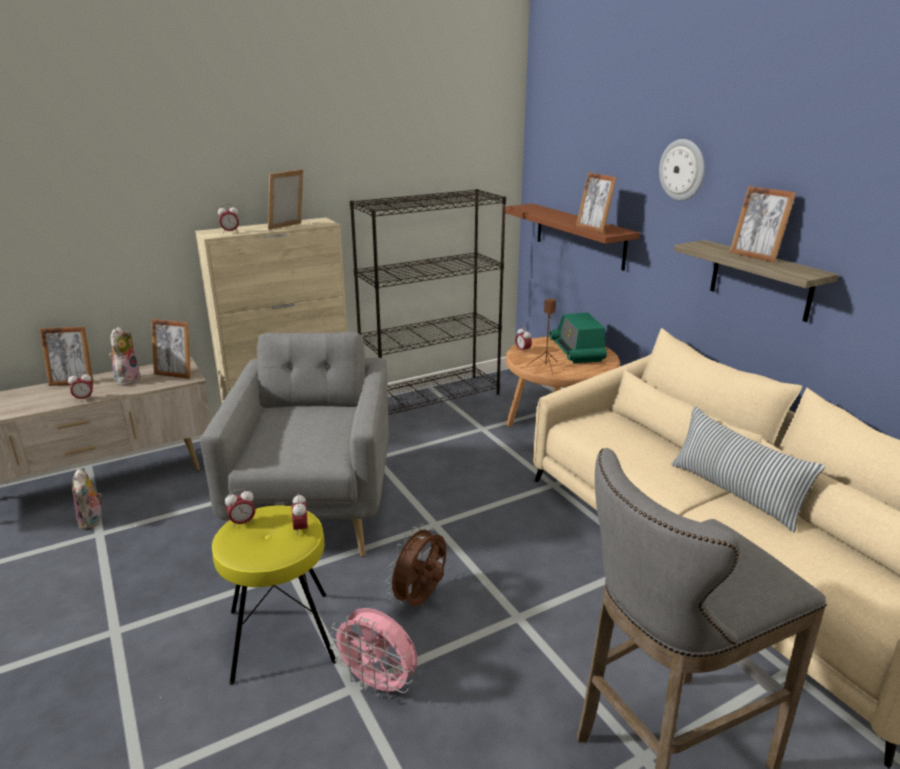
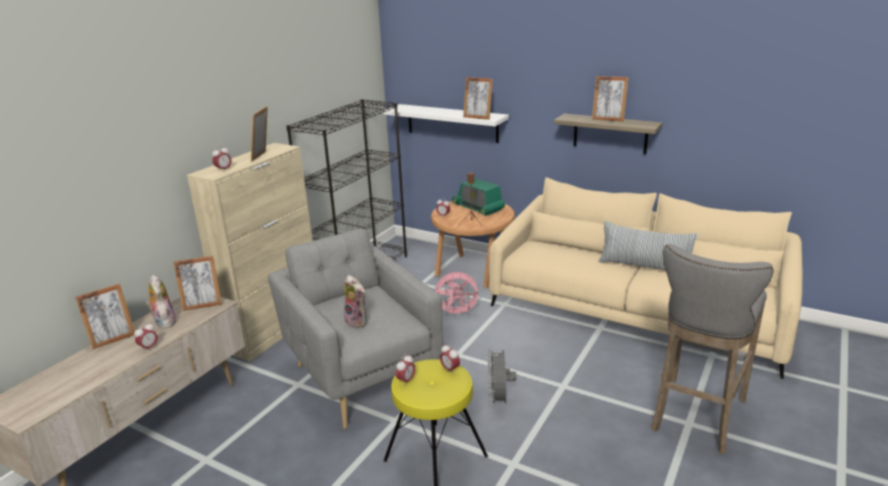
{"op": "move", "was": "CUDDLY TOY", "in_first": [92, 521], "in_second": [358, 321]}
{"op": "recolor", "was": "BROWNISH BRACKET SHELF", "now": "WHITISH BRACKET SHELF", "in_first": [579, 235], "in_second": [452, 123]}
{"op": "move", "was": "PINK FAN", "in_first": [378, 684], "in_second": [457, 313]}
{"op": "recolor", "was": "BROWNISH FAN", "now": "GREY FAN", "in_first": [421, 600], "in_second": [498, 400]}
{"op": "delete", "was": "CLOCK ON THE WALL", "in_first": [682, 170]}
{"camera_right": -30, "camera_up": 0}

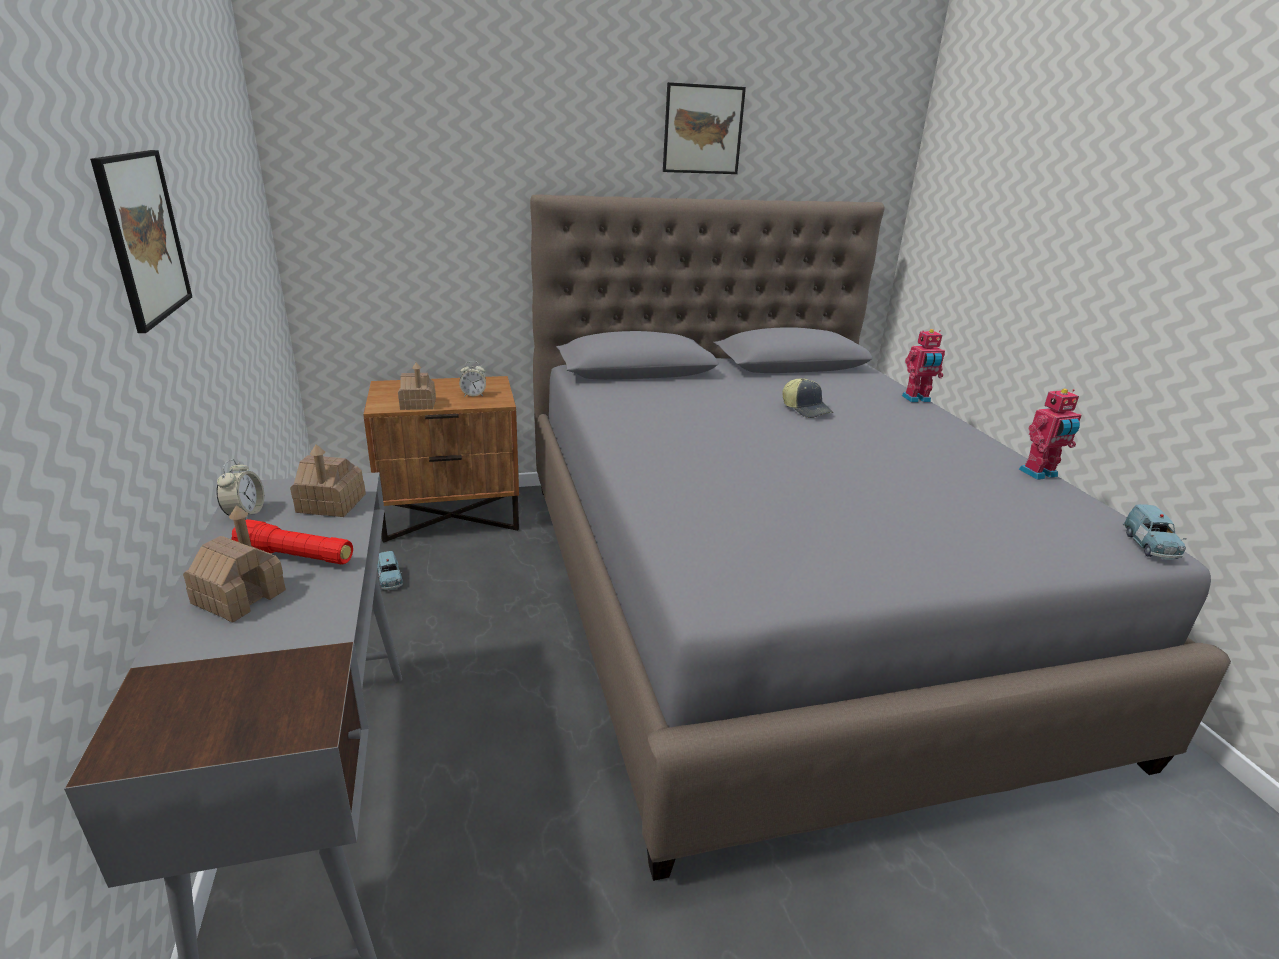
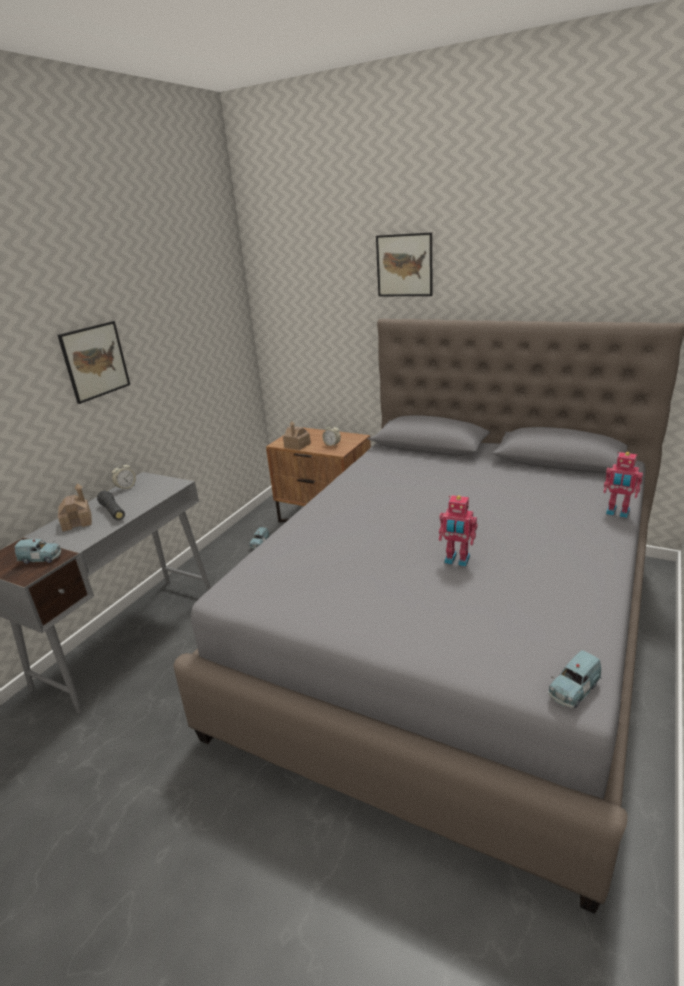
{"op": "insert", "now": "BLUE-COLOURED MINIATURE CAR", "in_second": [41, 558]}
{"op": "recolor", "was": "RED FLASHLIGHT", "now": "BLACK-COLOURED FLASHLIGHT", "in_first": [296, 557], "in_second": [113, 512]}
{"op": "move", "was": "WALL PICTURE", "in_first": [703, 129], "in_second": [404, 265]}
{"op": "move", "was": "ROBOT FIGURE", "in_first": [1040, 474], "in_second": [456, 560]}
{"op": "delete", "was": "MINIATURE HOUSE", "in_first": [331, 503]}
{"op": "delete", "was": "BASEBALL CAP", "in_first": [806, 409]}
{"camera_right": 45, "camera_up": 0}

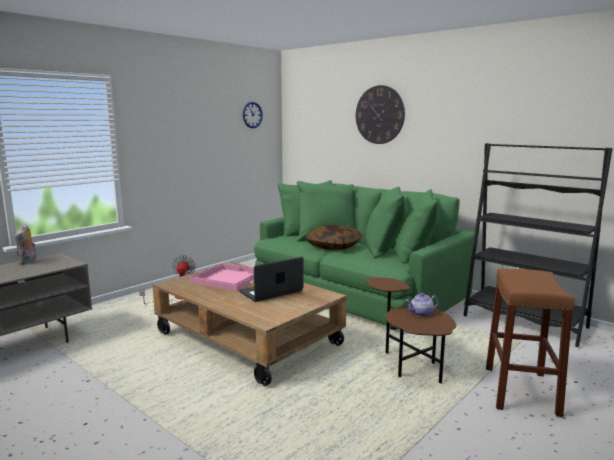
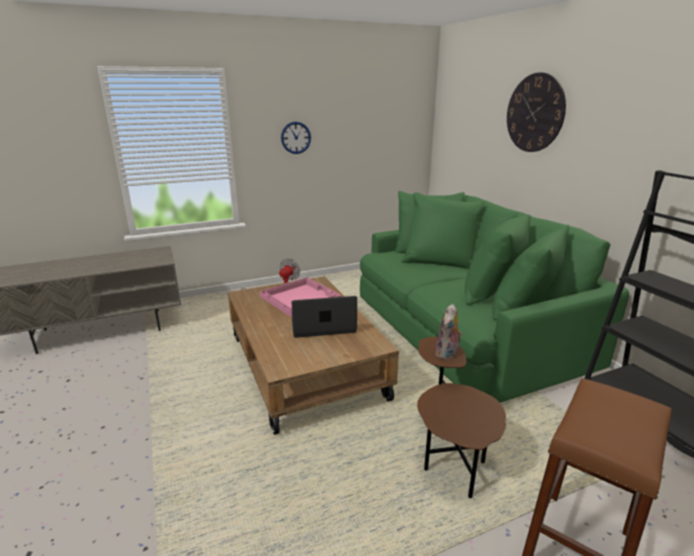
{"op": "move", "was": "CLOCK ON THE WALL", "in_first": [252, 115], "in_second": [296, 137]}
{"op": "move", "was": "CUDDLY TOY", "in_first": [28, 262], "in_second": [447, 354]}
{"op": "delete", "was": "THROW PILLOW", "in_first": [334, 246]}
{"op": "delete", "was": "TEA POT", "in_first": [421, 313]}
{"camera_right": 25, "camera_up": 10}

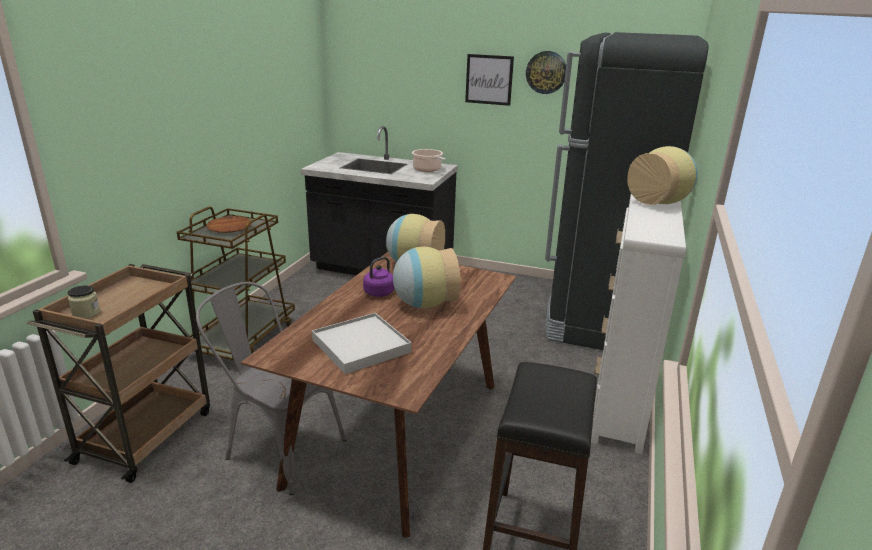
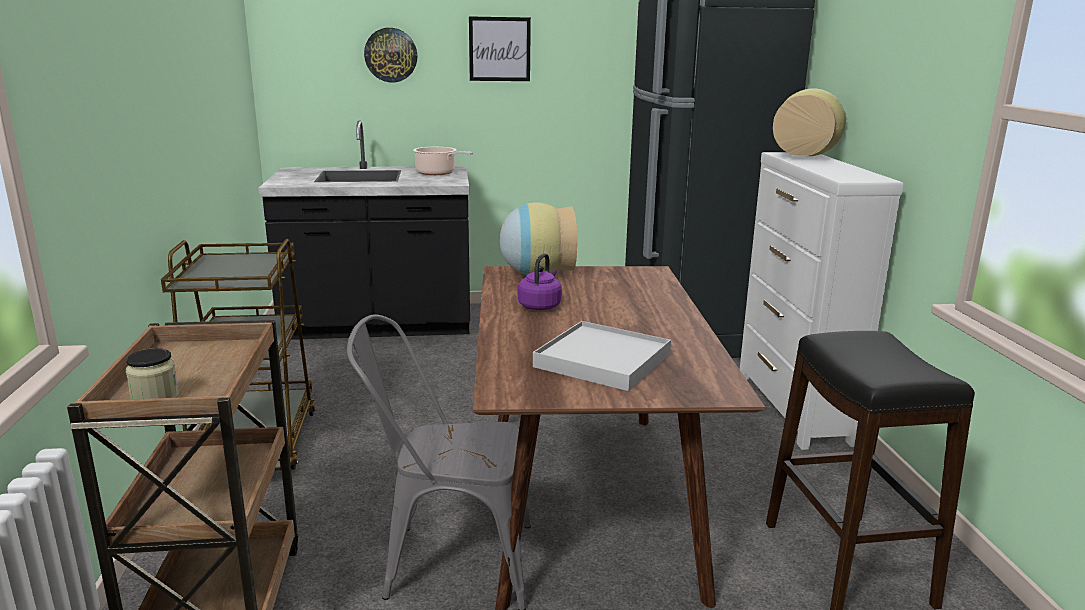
{"op": "move", "was": "CLOCK ON THE WALL", "in_first": [546, 72], "in_second": [391, 55]}
{"op": "delete", "was": "BROWNISH DINNER PLATE", "in_first": [229, 228]}
{"op": "delete", "was": "DECORATIVE VASE", "in_first": [424, 304]}
{"camera_right": -25, "camera_up": -5}

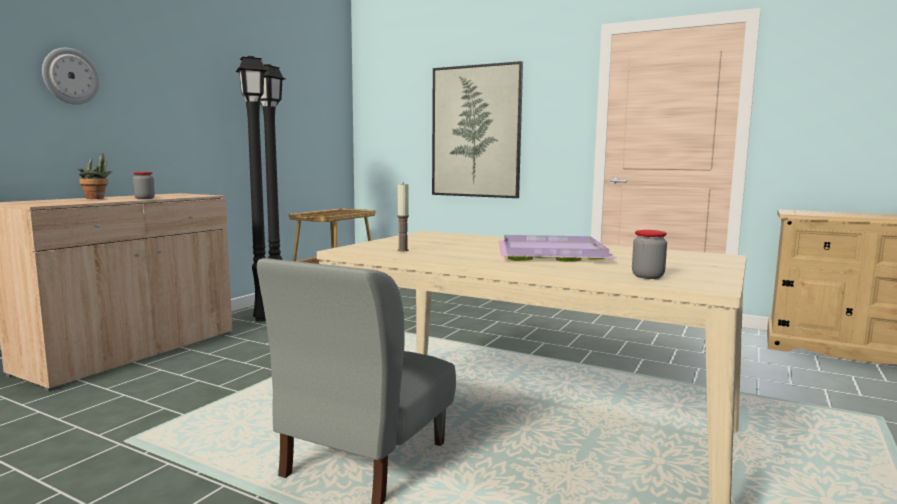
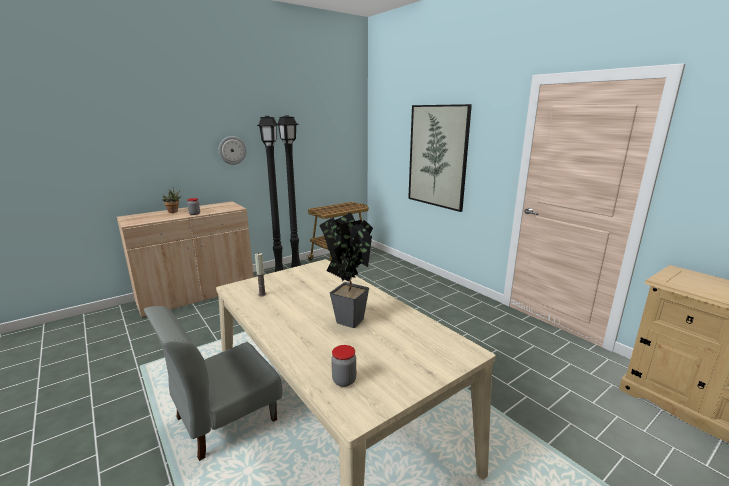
{"op": "move", "was": "CLOCK ON THE WALL", "in_first": [70, 76], "in_second": [232, 150]}
{"op": "replace", "was": "PURPLE CARRYING TRAY", "now": "POTTED PLANT", "in_first": [553, 253], "in_second": [347, 318]}
{"camera_right": 25, "camera_up": 10}

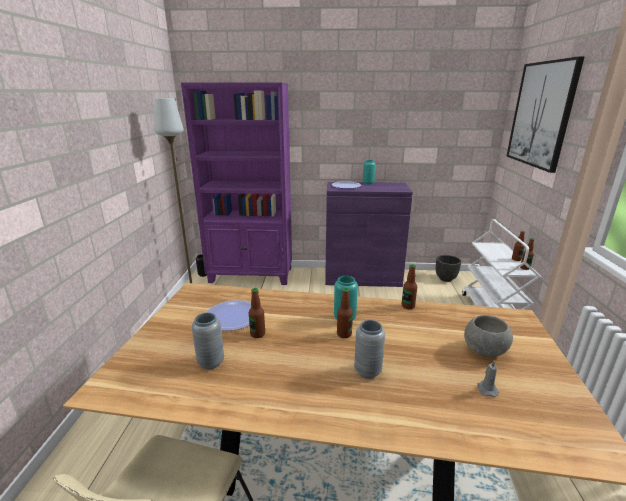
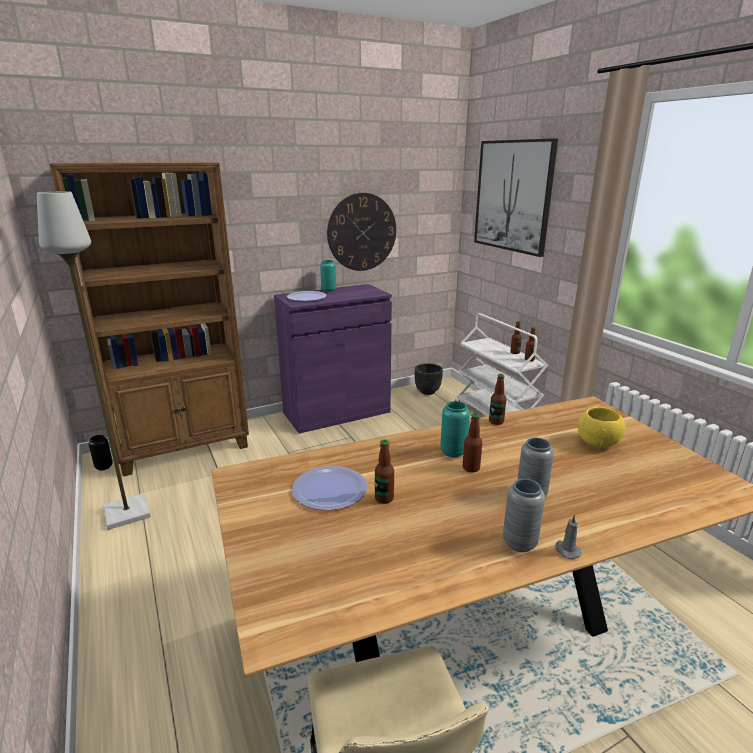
{"op": "recolor", "was": "PURPLE SHELVING UNIT", "now": "BROWNISH SHELVING UNIT", "in_first": [251, 275], "in_second": [185, 448]}
{"op": "insert", "now": "CLOCK ON THE WALL", "in_second": [362, 232]}
{"op": "move", "was": "GREY DECORATIVE VASE", "in_first": [211, 362], "in_second": [519, 543]}
{"op": "move", "was": "GREY WAX LIGHT", "in_first": [486, 389], "in_second": [566, 550]}
{"op": "recolor", "was": "GREY BOWL", "now": "YELLOWISH BOWL", "in_first": [485, 351], "in_second": [598, 443]}
{"camera_right": -30, "camera_up": 0}

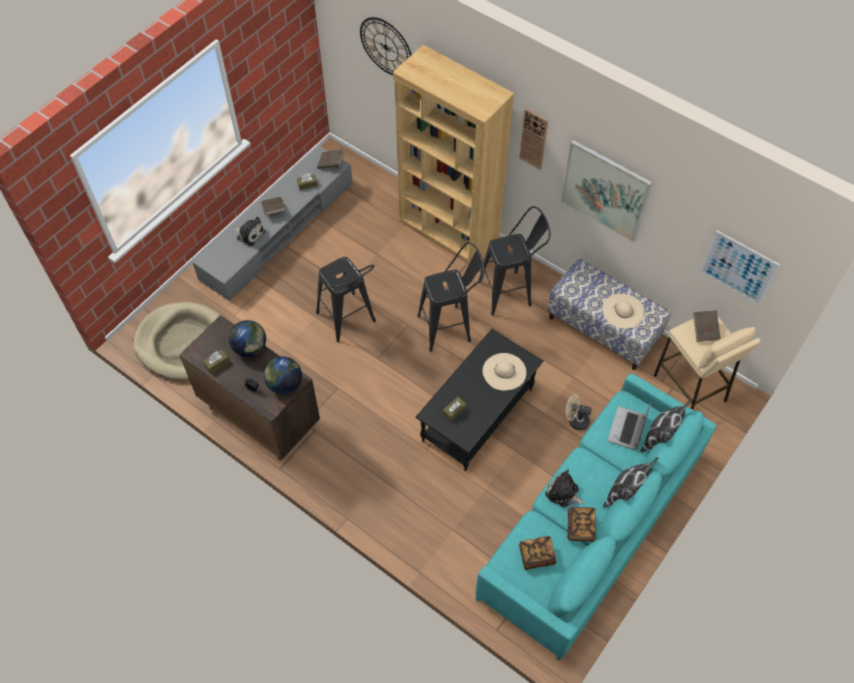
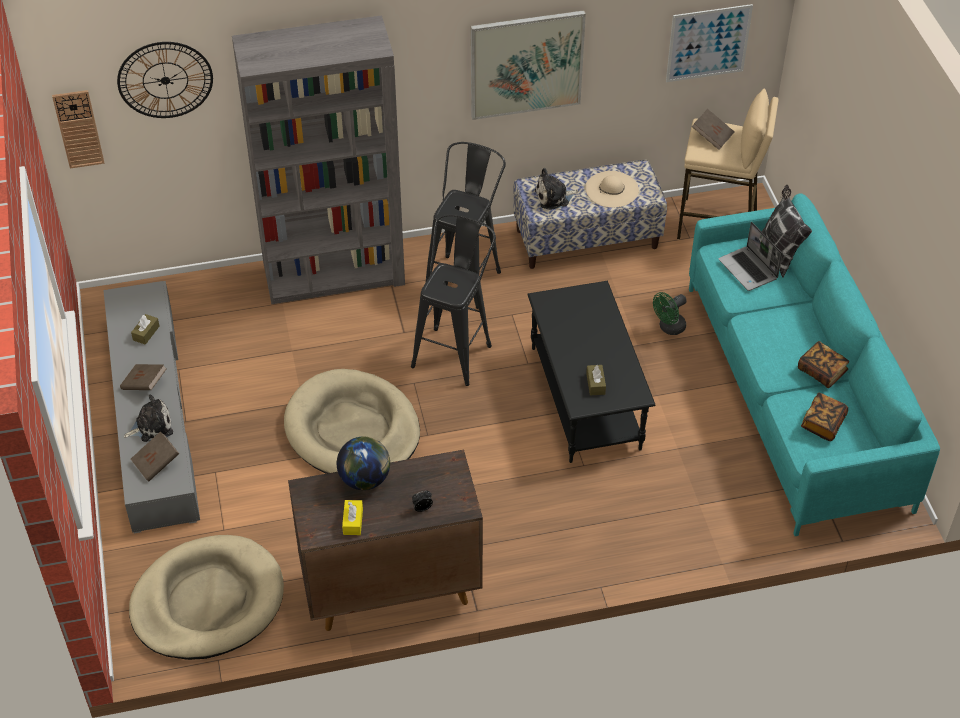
{"op": "move", "was": "CLOCK ON THE WALL", "in_first": [534, 139], "in_second": [78, 129]}
{"op": "move", "was": "BROWNISH BOOK", "in_first": [331, 164], "in_second": [156, 463]}
{"op": "recolor", "was": "BROWNISH SHELVING UNIT", "now": "GREY SHELVING UNIT", "in_first": [448, 232], "in_second": [334, 274]}
{"op": "replace", "was": "BLACK-COLOURED STOOL", "now": "SAND-COLOURED PET BED", "in_first": [349, 321], "in_second": [352, 430]}
{"op": "recolor", "was": "BROWNISH TISSUE BOX", "now": "YELLOWISH TISSUE BOX", "in_first": [217, 363], "in_second": [353, 521]}
{"op": "move", "was": "CUDDLY TOY", "in_first": [563, 493], "in_second": [554, 197]}
{"op": "recolor", "was": "SAND-COLOURED FAN", "now": "GREENISH FAN", "in_first": [575, 421], "in_second": [669, 328]}
{"op": "delete", "was": "DESK GLOBE", "in_first": [284, 384]}
{"op": "delete", "was": "SAND-COLOURED CLOTHING HAT", "in_first": [504, 371]}
{"op": "delete", "was": "THROW PILLOW", "in_first": [625, 493]}
{"camera_right": -50, "camera_up": -10}

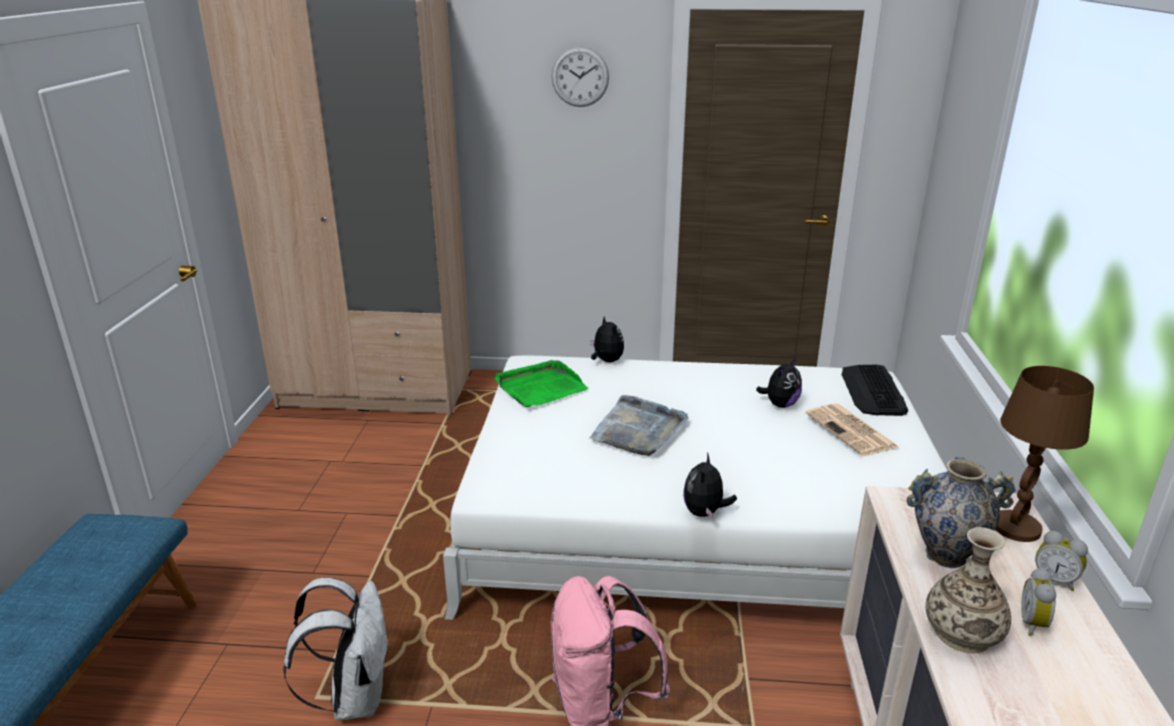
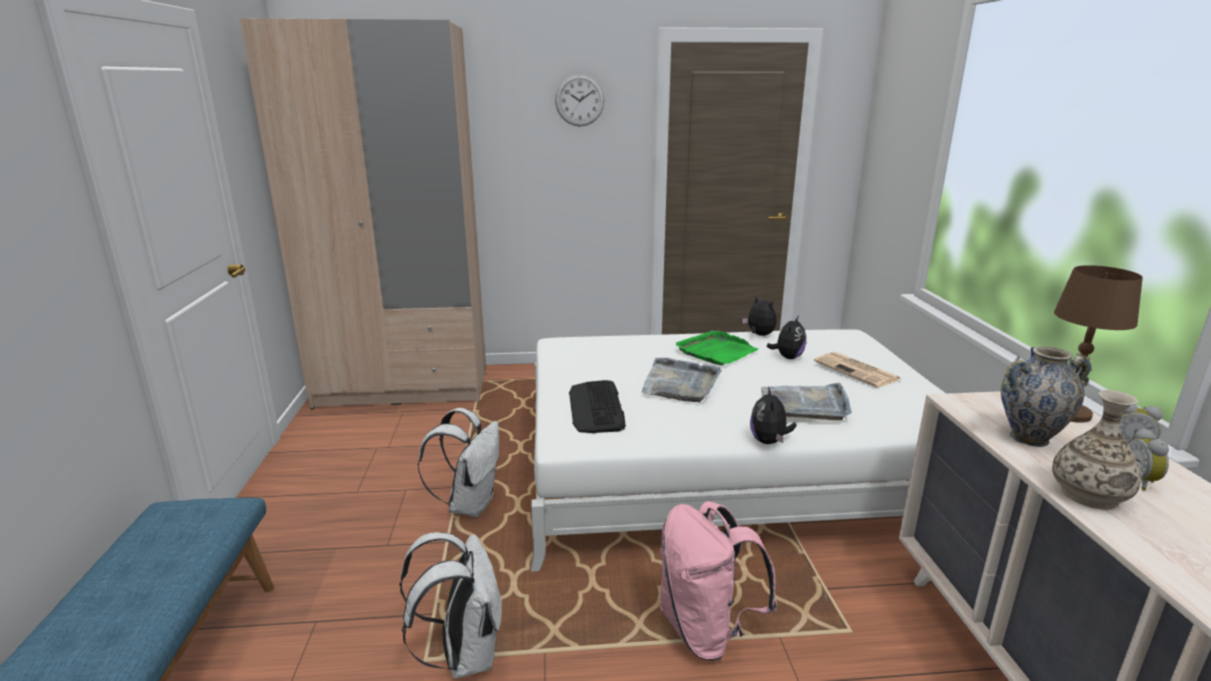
{"op": "insert", "now": "WHITISH KNAPSACK", "in_second": [470, 504]}
{"op": "move", "was": "PC KEYBOARD", "in_first": [873, 391], "in_second": [596, 407]}
{"op": "move", "was": "GREENISH CARRYING TRAY", "in_first": [540, 387], "in_second": [716, 351]}
{"op": "move", "was": "CUDDLY TOY", "in_first": [606, 361], "in_second": [759, 335]}
{"op": "insert", "now": "GREY CARRYING TRAY", "in_second": [804, 404]}
{"camera_right": -10, "camera_up": -5}

